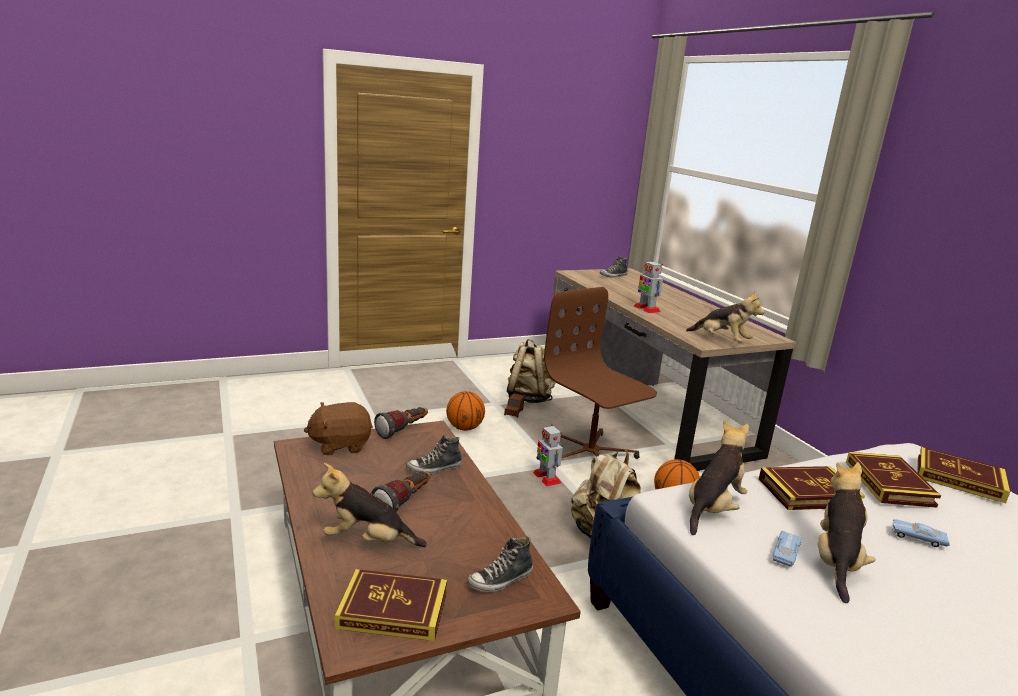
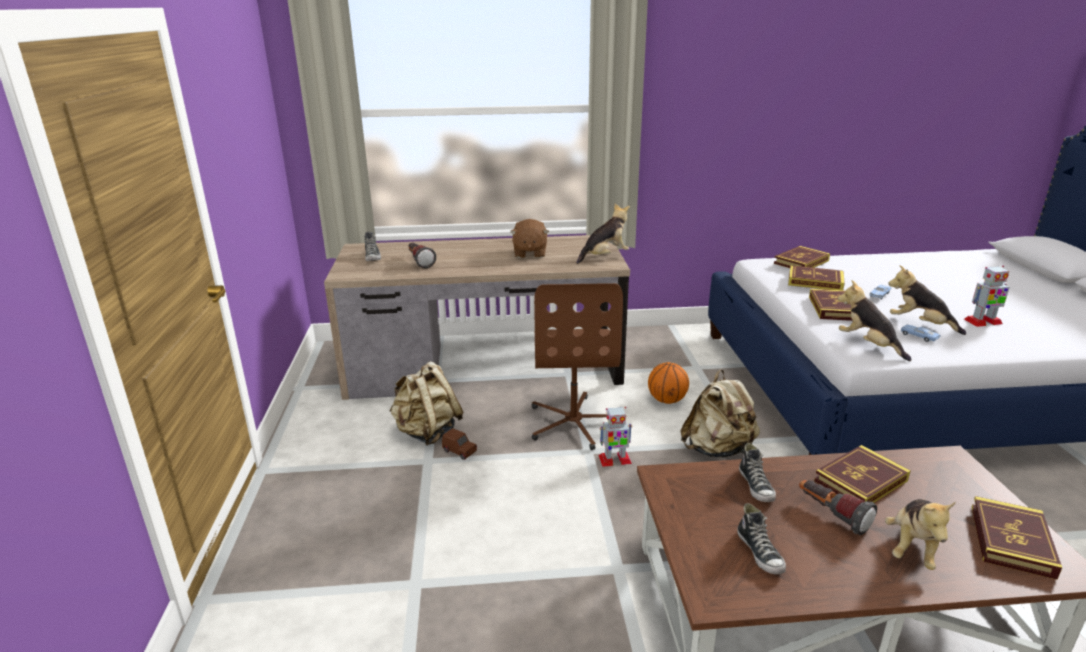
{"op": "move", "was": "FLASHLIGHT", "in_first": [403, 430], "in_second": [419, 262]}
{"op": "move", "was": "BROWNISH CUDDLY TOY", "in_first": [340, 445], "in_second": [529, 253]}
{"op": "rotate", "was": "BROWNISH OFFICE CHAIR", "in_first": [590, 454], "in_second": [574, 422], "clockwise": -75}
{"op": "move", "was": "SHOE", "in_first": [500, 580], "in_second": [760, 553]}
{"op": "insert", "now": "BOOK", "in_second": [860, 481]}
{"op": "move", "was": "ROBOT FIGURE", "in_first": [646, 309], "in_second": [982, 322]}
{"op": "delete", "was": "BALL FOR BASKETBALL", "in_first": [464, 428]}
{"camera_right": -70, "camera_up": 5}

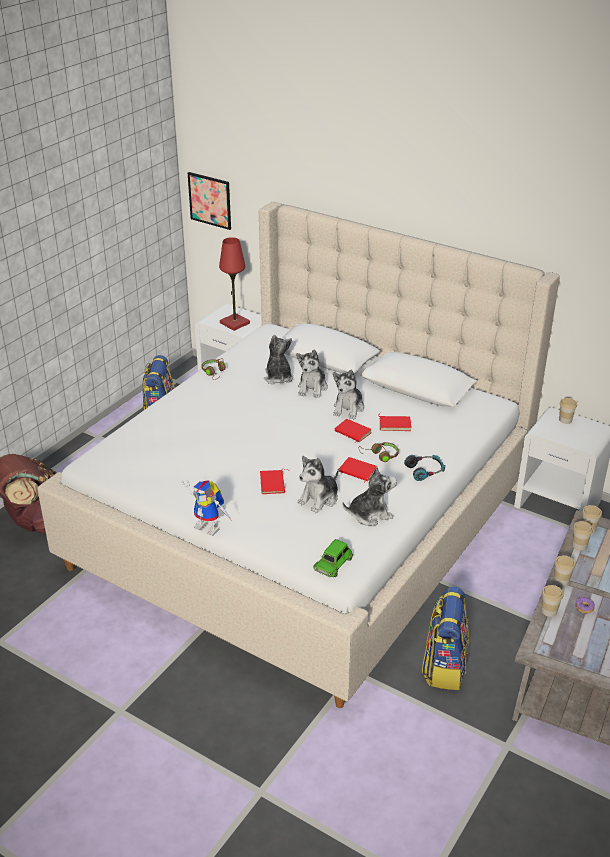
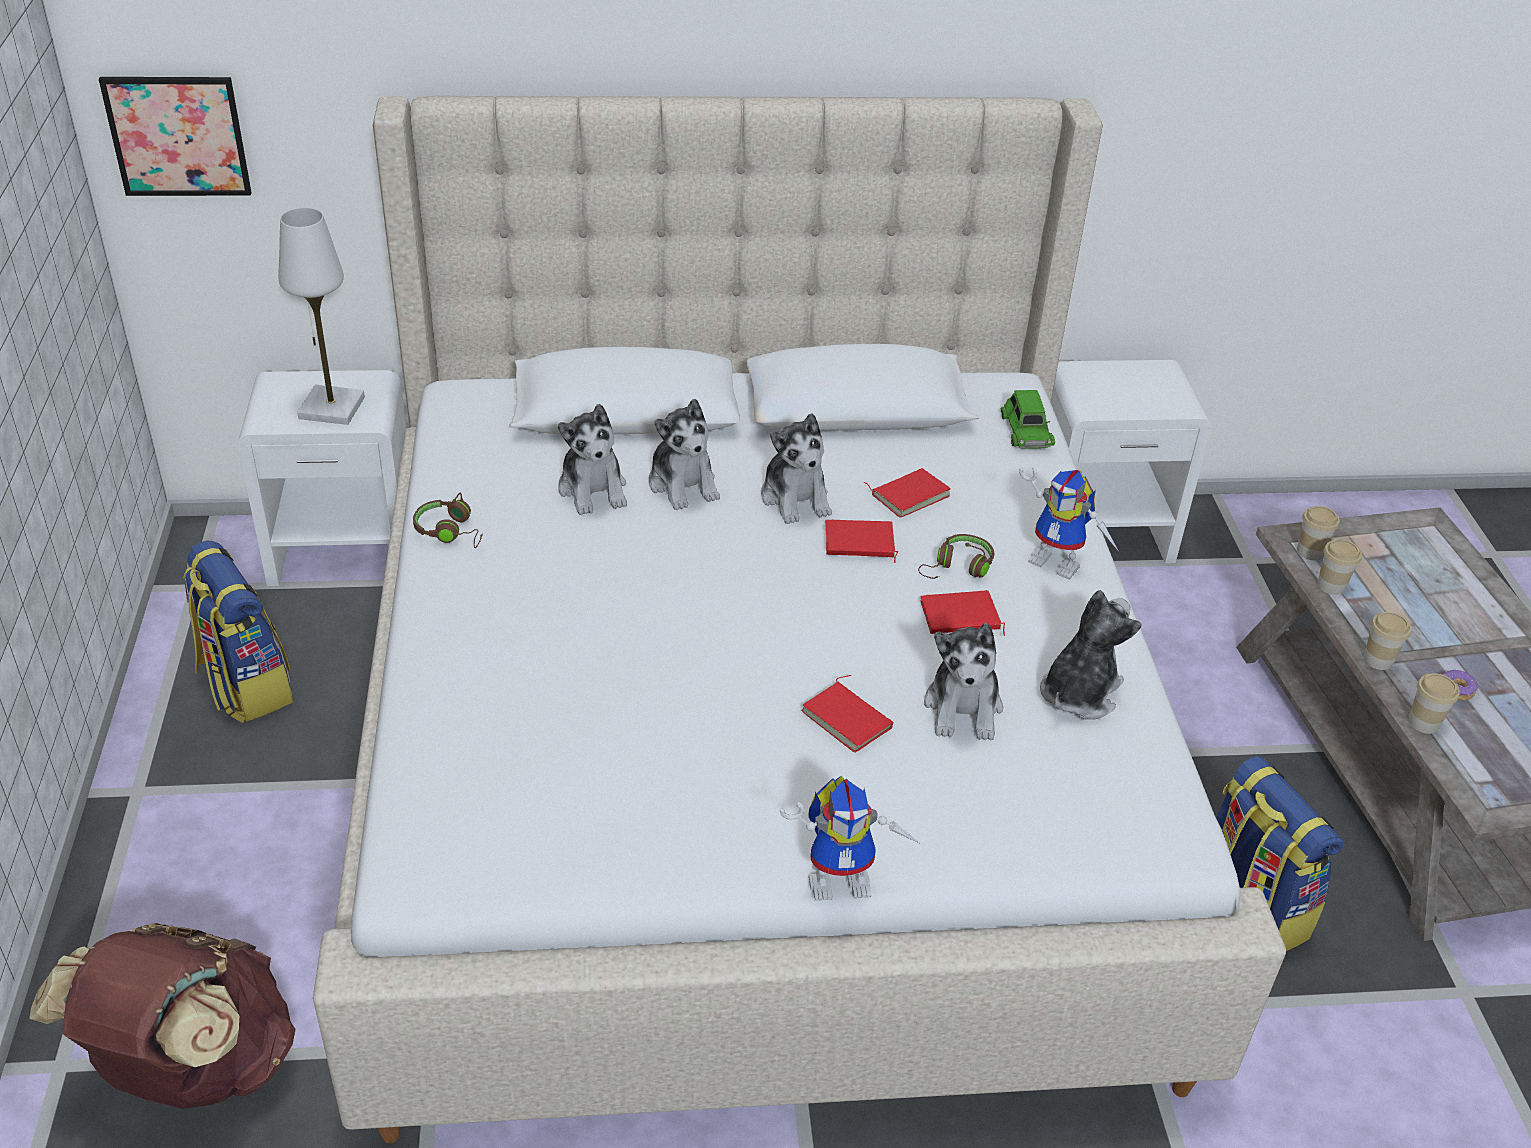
{"op": "recolor", "was": "RED TABLE LAMP", "now": "WHITISH TABLE LAMP", "in_first": [234, 323], "in_second": [331, 408]}
{"op": "rotate", "was": "CUDDLY TOY", "in_first": [278, 377], "in_second": [593, 489], "clockwise": -150}
{"op": "move", "was": "GREENISH MINIATURE CAR", "in_first": [333, 563], "in_second": [1026, 430]}
{"op": "replace", "was": "PAIR OF HEADPHONES", "now": "ROBOT FIGURE", "in_first": [425, 471], "in_second": [1060, 562]}
{"op": "delete", "was": "DRINKING CUP", "in_first": [565, 420]}
{"camera_right": -40, "camera_up": 5}

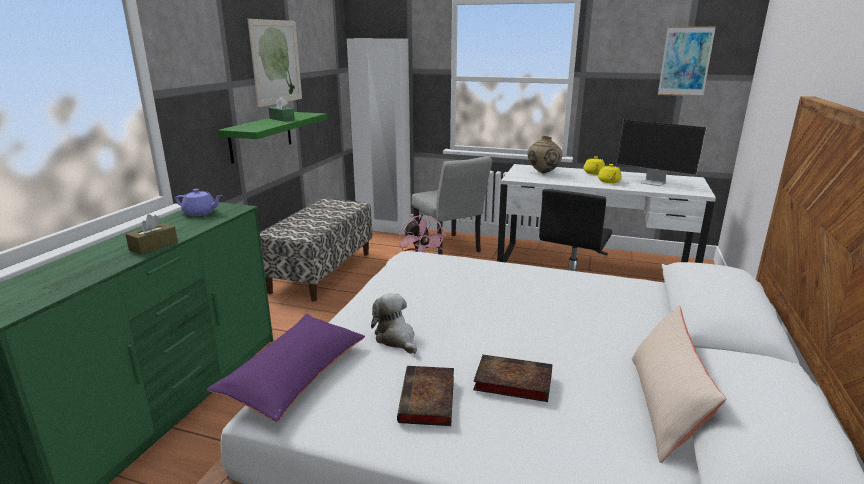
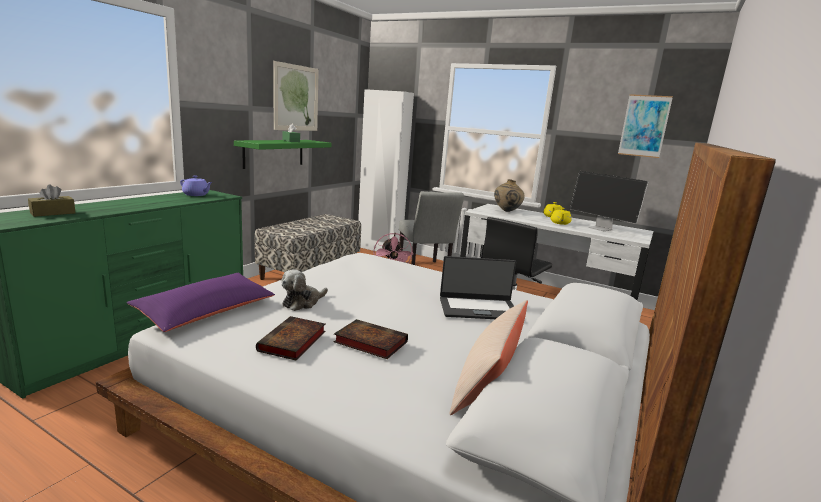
{"op": "move", "was": "BROWNISH TISSUE BOX", "in_first": [153, 246], "in_second": [53, 213]}
{"op": "rotate", "was": "CUDDLY TOY", "in_first": [396, 338], "in_second": [302, 302], "clockwise": -120}
{"op": "insert", "now": "PORTABLE COMPUTER", "in_second": [478, 308]}
{"camera_right": 10, "camera_up": -5}

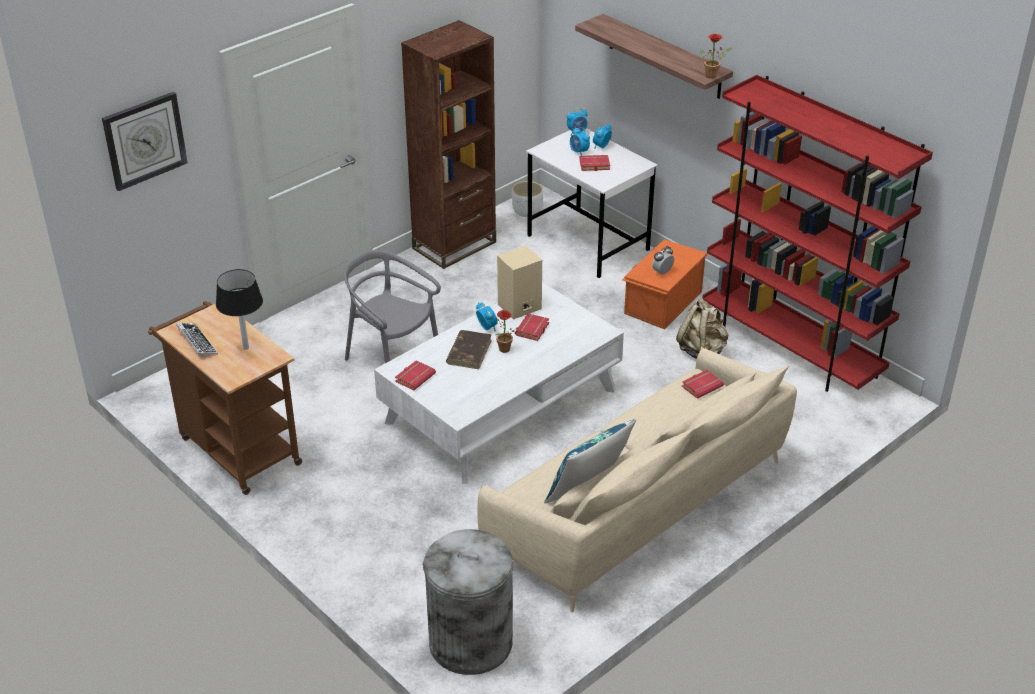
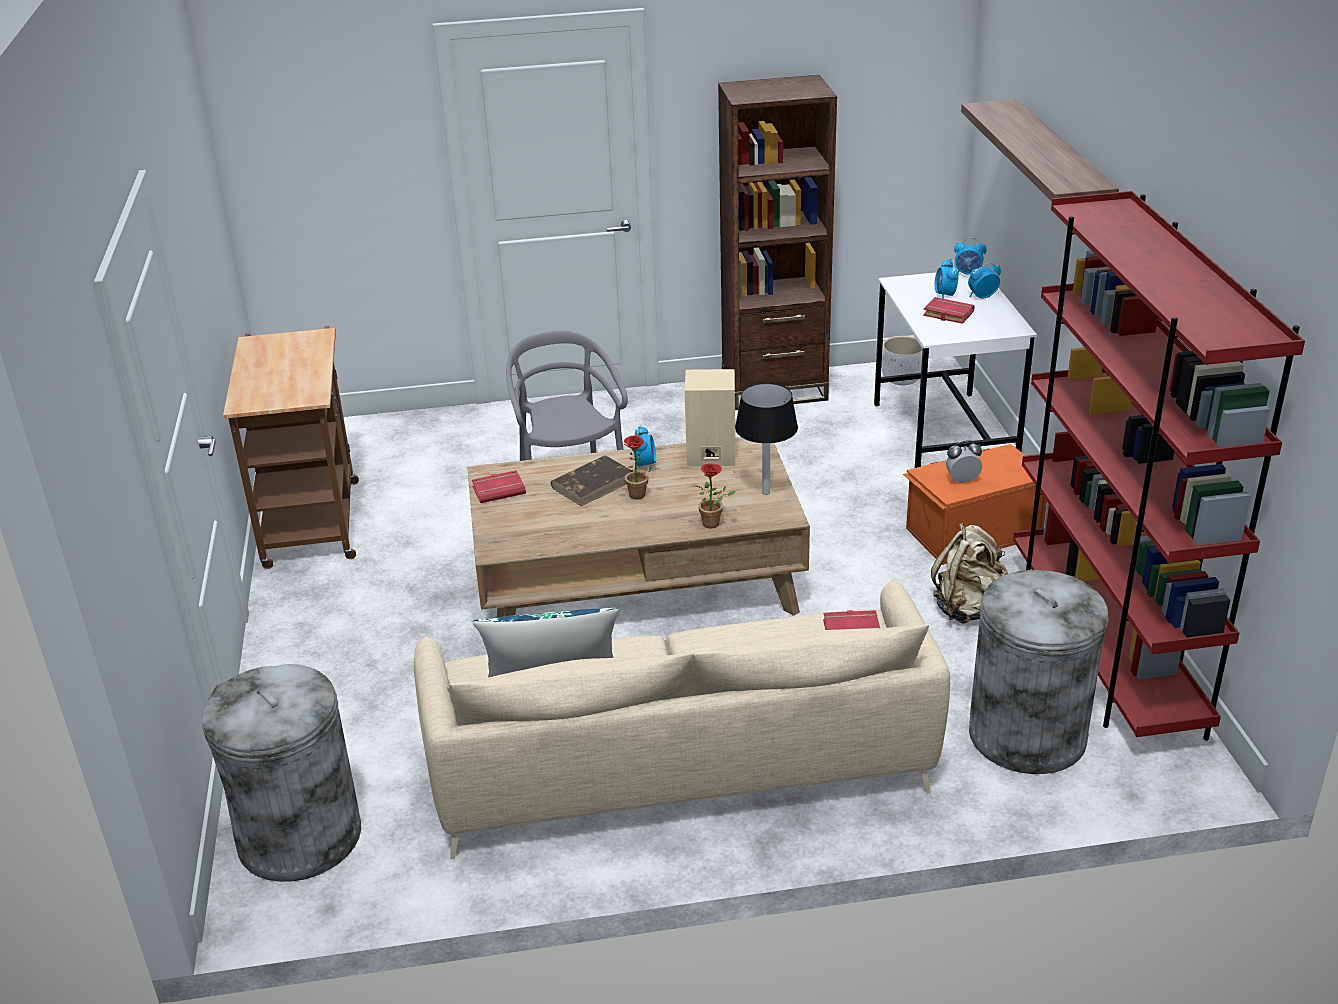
{"op": "recolor", "was": "WHITISH COFFEE TABLE", "now": "BROWNISH COFFEE TABLE", "in_first": [500, 406], "in_second": [635, 580]}
{"op": "move", "was": "POTTED PLANT", "in_first": [713, 75], "in_second": [714, 524]}
{"op": "move", "was": "BLACK-COLOURED TABLE LAMP", "in_first": [245, 347], "in_second": [765, 492]}
{"op": "insert", "now": "GREY RUBBISH BIN", "in_second": [1028, 734]}
{"op": "delete", "was": "CLOCK ON THE WALL", "in_first": [144, 140]}
{"op": "delete", "was": "PC KEYBOARD", "in_first": [196, 342]}
{"op": "delete", "was": "RED BOOK", "in_first": [533, 330]}
{"camera_right": 35, "camera_up": -5}

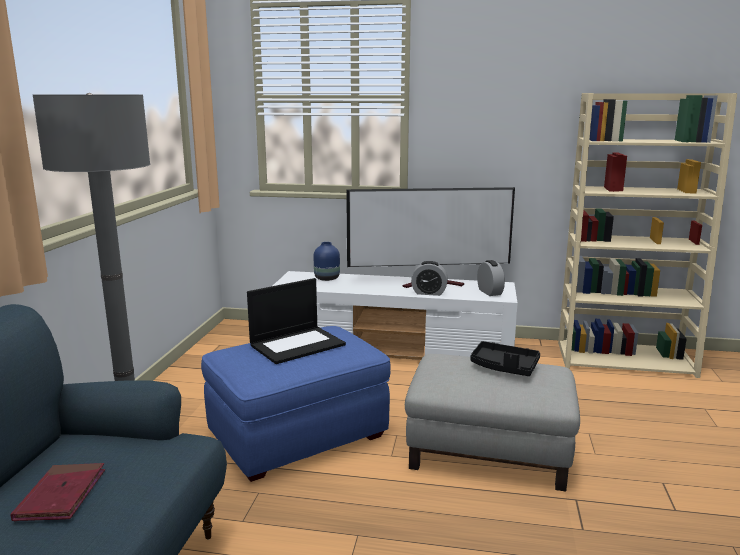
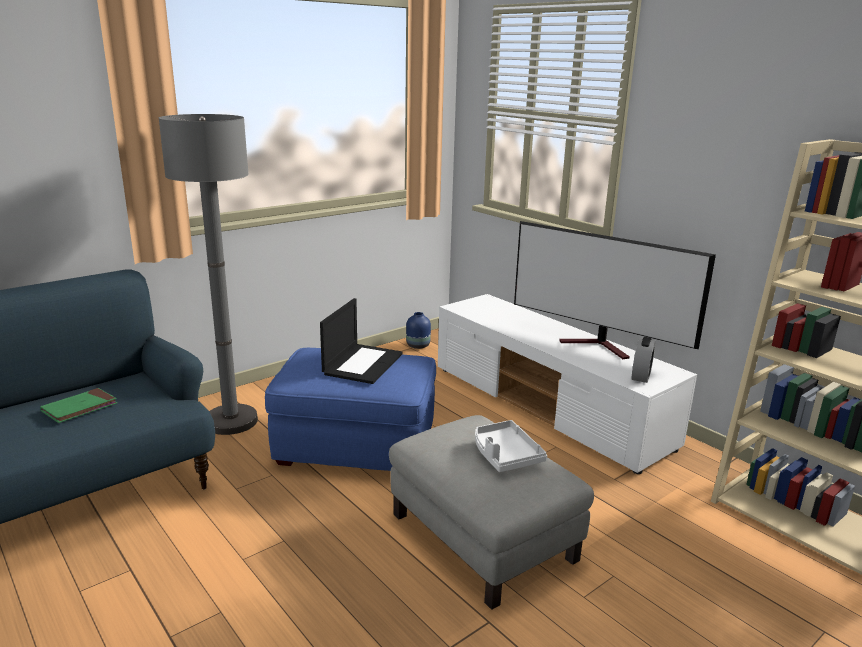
{"op": "recolor", "was": "RED BOOK", "now": "GREENISH BOOK", "in_first": [61, 495], "in_second": [80, 408]}
{"op": "rotate", "was": "PORTABLE COMPUTER", "in_first": [297, 344], "in_second": [362, 363], "clockwise": -75}
{"op": "move", "was": "BLUE-COLOURED DECORATIVE VASE", "in_first": [326, 278], "in_second": [417, 345]}
{"op": "recolor", "was": "BLACK-COLOURED CARRYING TRAY", "now": "WHITISH CARRYING TRAY", "in_first": [504, 367], "in_second": [505, 455]}
{"op": "delete", "was": "TABLE CLOCK", "in_first": [429, 293]}
{"camera_right": 40, "camera_up": 5}

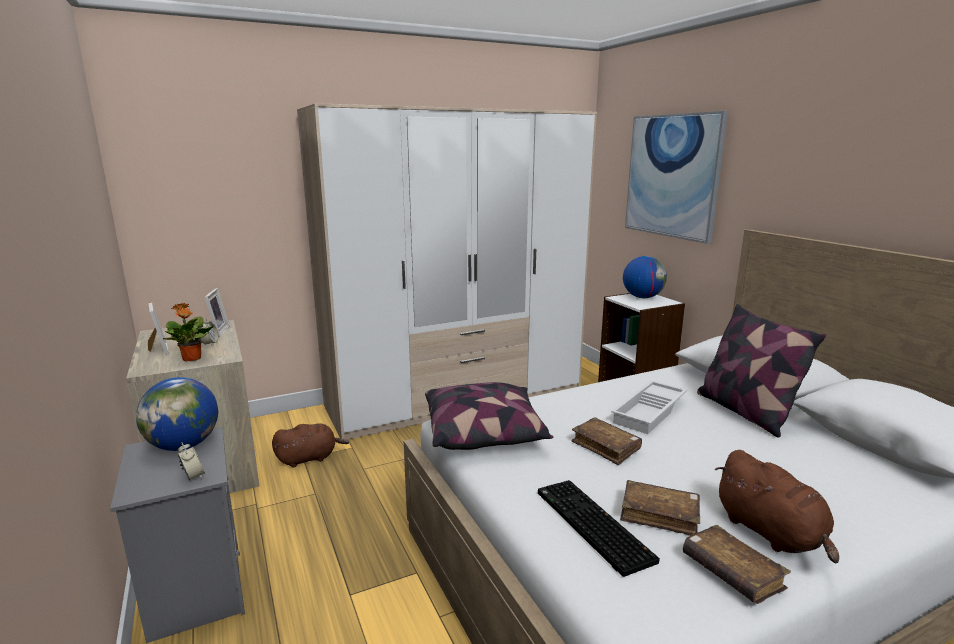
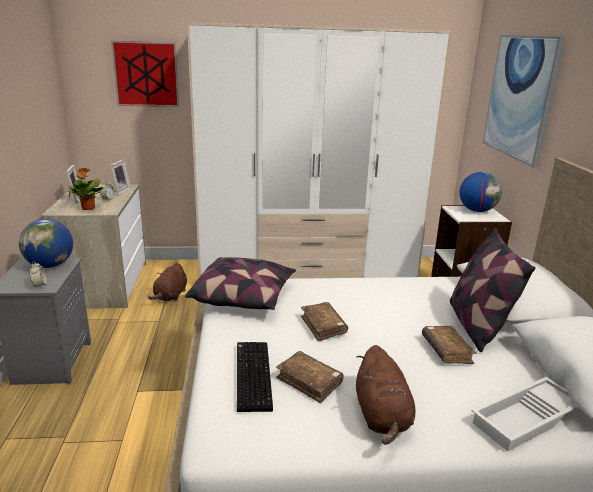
{"op": "insert", "now": "WALL PICTURE", "in_second": [146, 74]}
{"op": "rotate", "was": "BROWNISH CUDDLY TOY", "in_first": [309, 458], "in_second": [170, 296], "clockwise": 105}
{"op": "move", "was": "BROWNISH BOOK", "in_first": [732, 573], "in_second": [446, 351]}
{"op": "move", "was": "WHITISH CARRYING TRAY", "in_first": [650, 412], "in_second": [527, 420]}
{"camera_right": 20, "camera_up": 5}

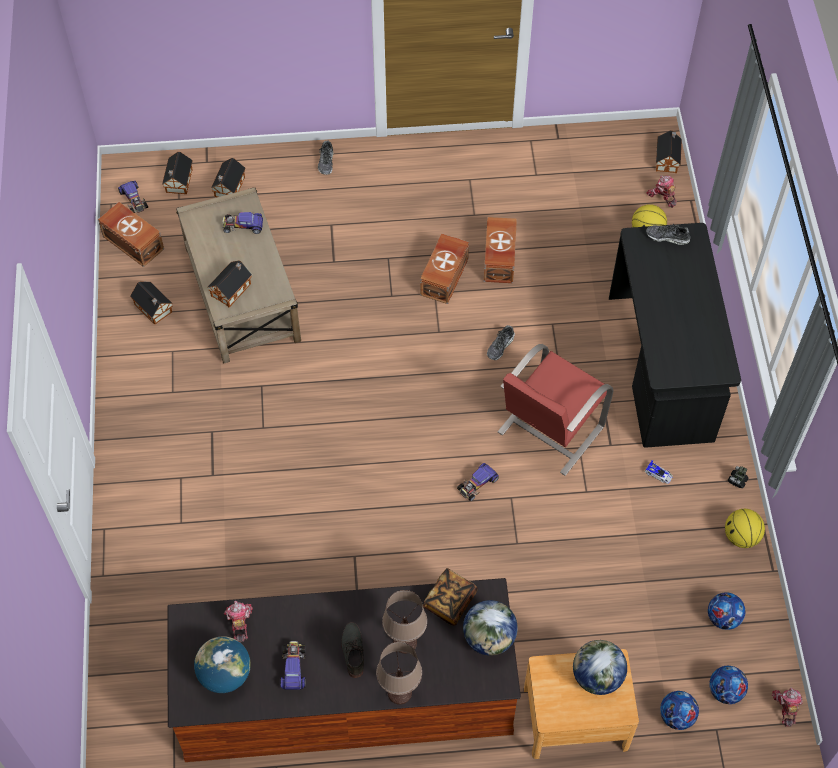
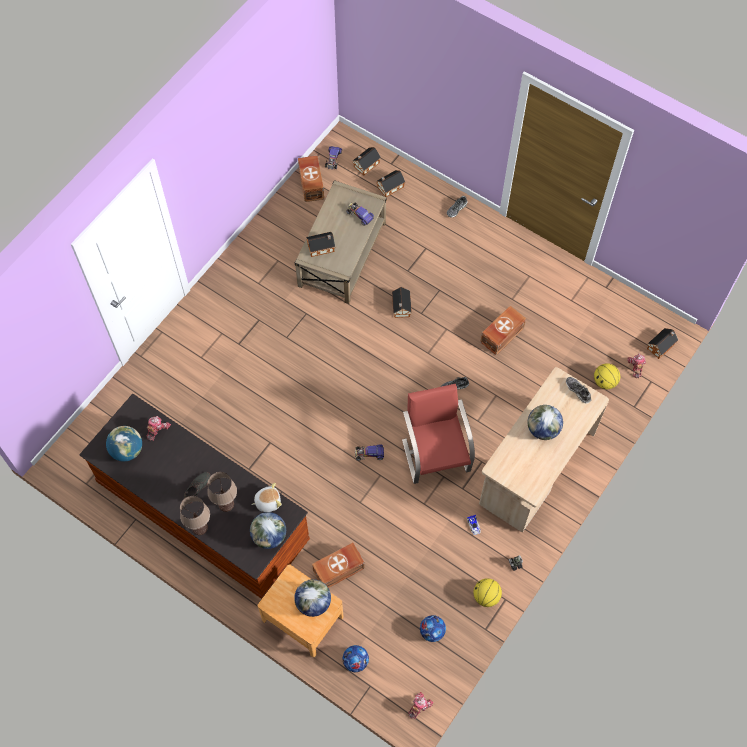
{"op": "replace", "was": "BOOK", "now": "CUDDLY TOY", "in_first": [449, 601], "in_second": [267, 501]}
{"op": "move", "was": "BROWNISH STORAGE BIN", "in_first": [445, 276], "in_second": [339, 570]}
{"op": "move", "was": "MINIATURE HOUSE", "in_first": [154, 309], "in_second": [401, 308]}
{"op": "rotate", "was": "RED UPRIGHT CHAIR", "in_first": [549, 430], "in_second": [436, 454], "clockwise": 90}
{"op": "recolor", "was": "BLACK-COLOURED DESK UNIT", "now": "SAND-COLOURED DESK UNIT", "in_first": [663, 367], "in_second": [536, 468]}
{"op": "insert", "now": "DESK GLOBE", "in_second": [543, 429]}
{"op": "delete", "was": "MINIATURE CAR", "in_first": [293, 667]}
{"op": "delete", "was": "FOOTBALL", "in_first": [725, 691]}
{"camera_right": 40, "camera_up": 5}

